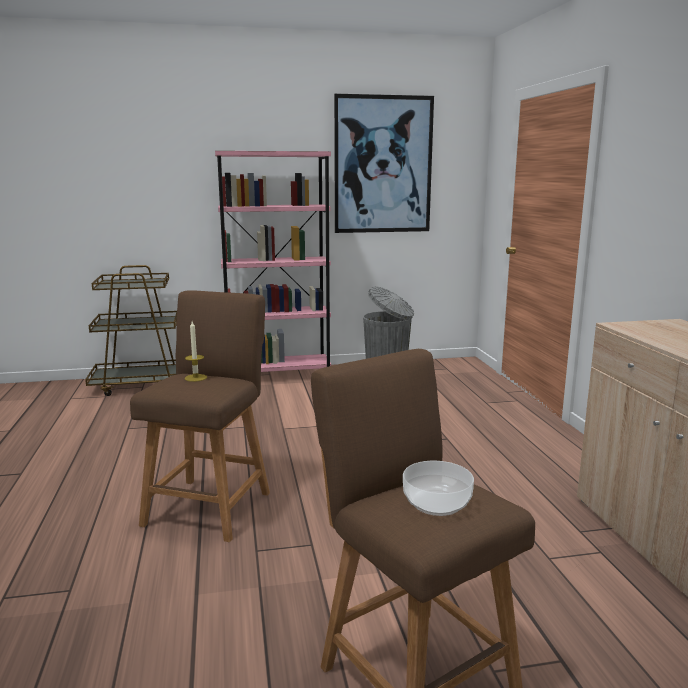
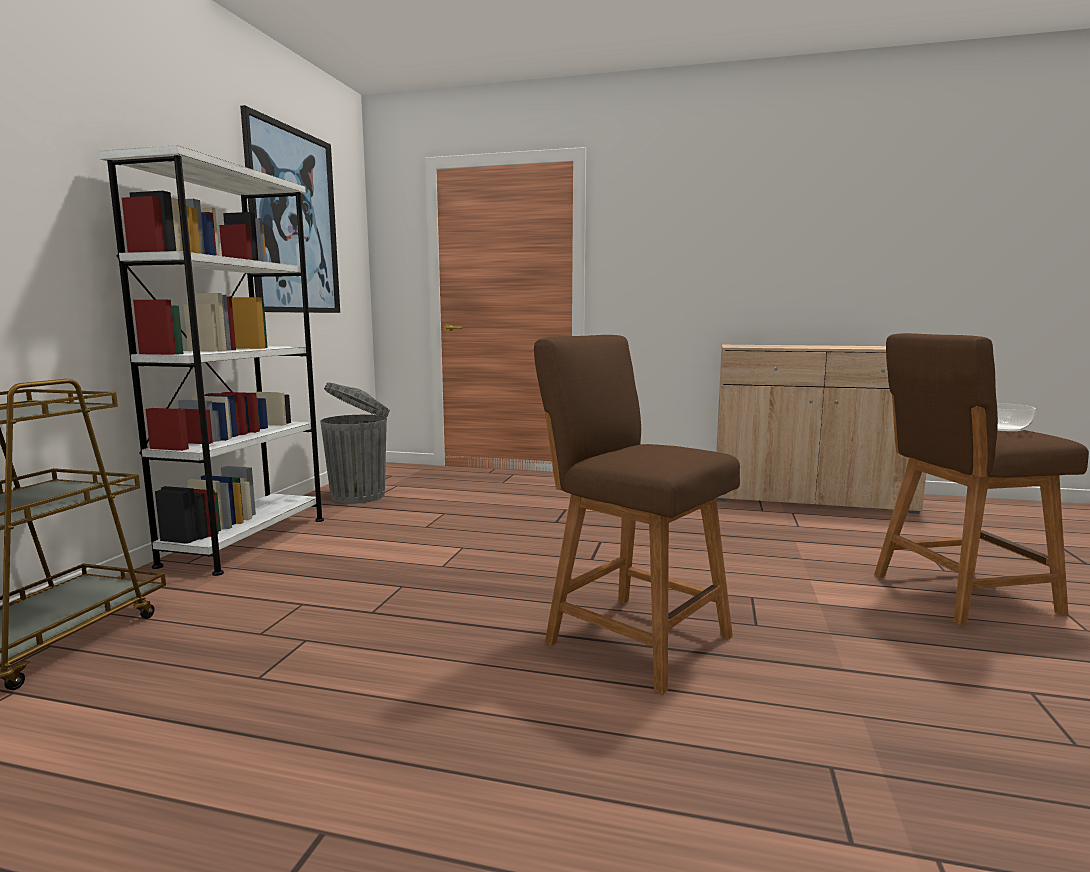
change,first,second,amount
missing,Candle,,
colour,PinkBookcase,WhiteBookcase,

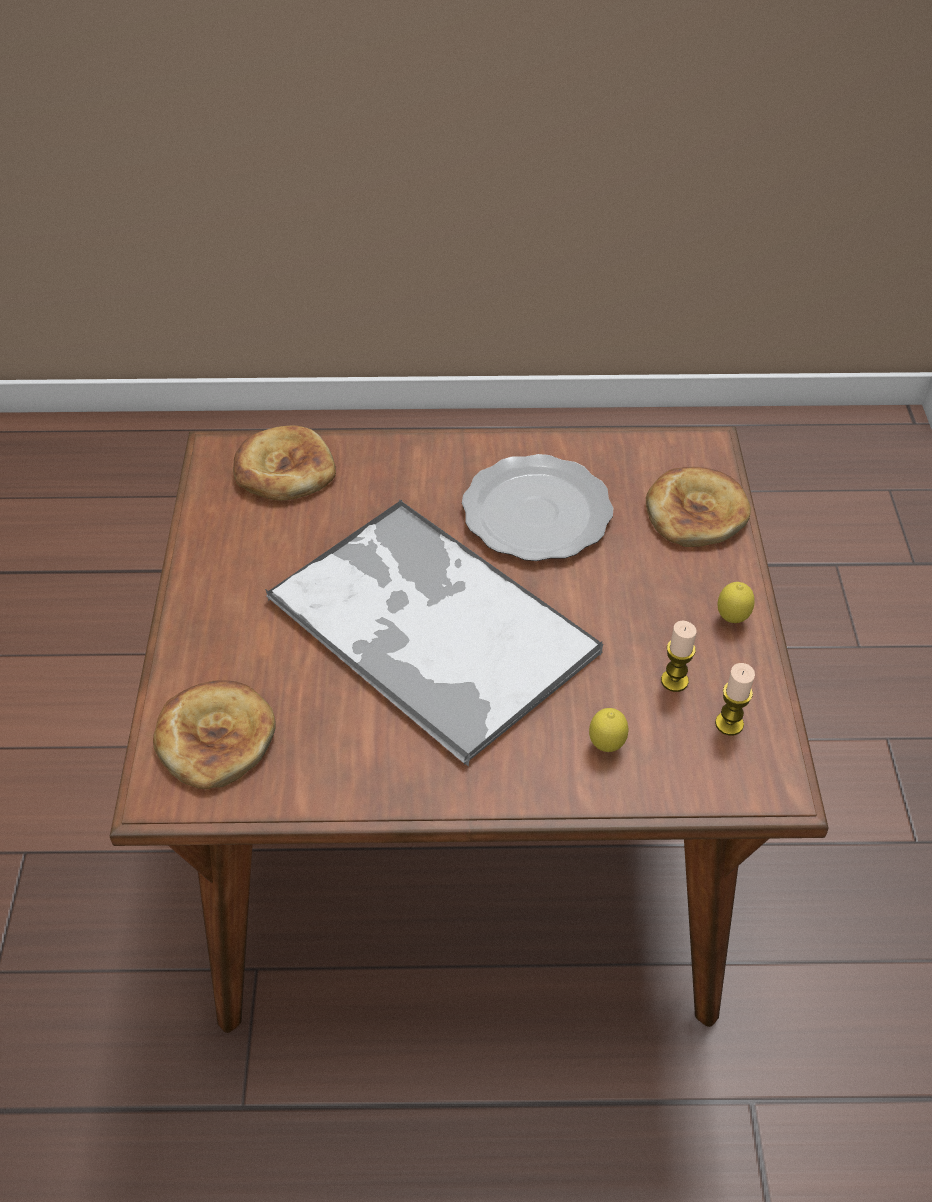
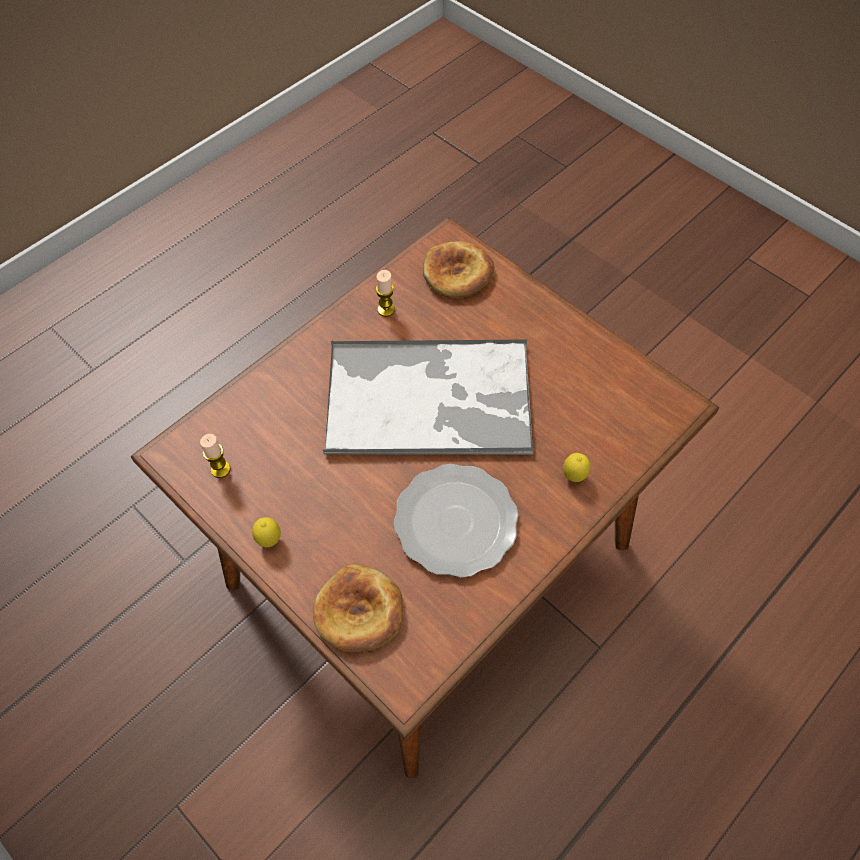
change,first,second,amount
missing,Bread (no. 2 from left),,
relocated,Lemon (no. 1 from left in the first image),Lemon (no. 2 from left),
relocated,Candle (no. 1 from left in the first image),Candle (no. 2 from left),

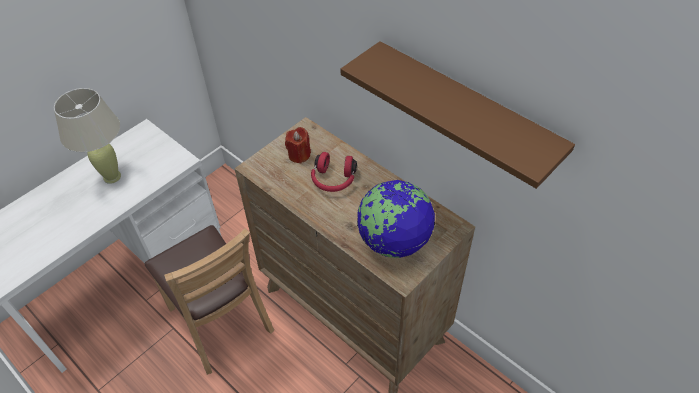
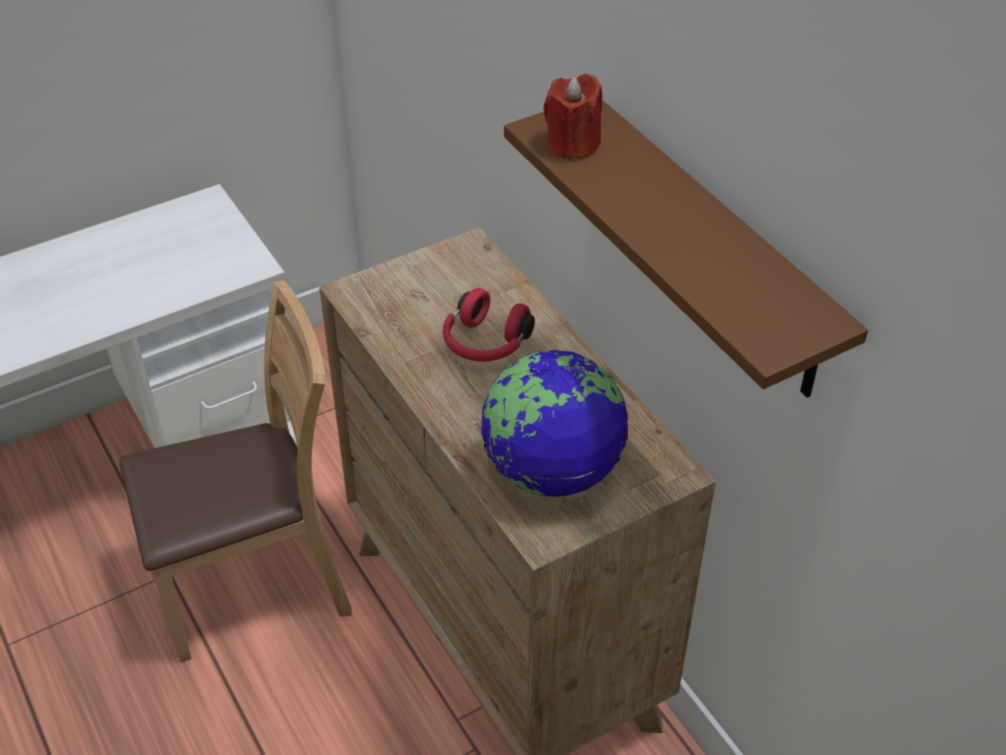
change,first,second,amount
missing,BeigeTableLamp,,
relocated,RedCandle,,
spun,BrownChair,,90 degrees counterclockwise

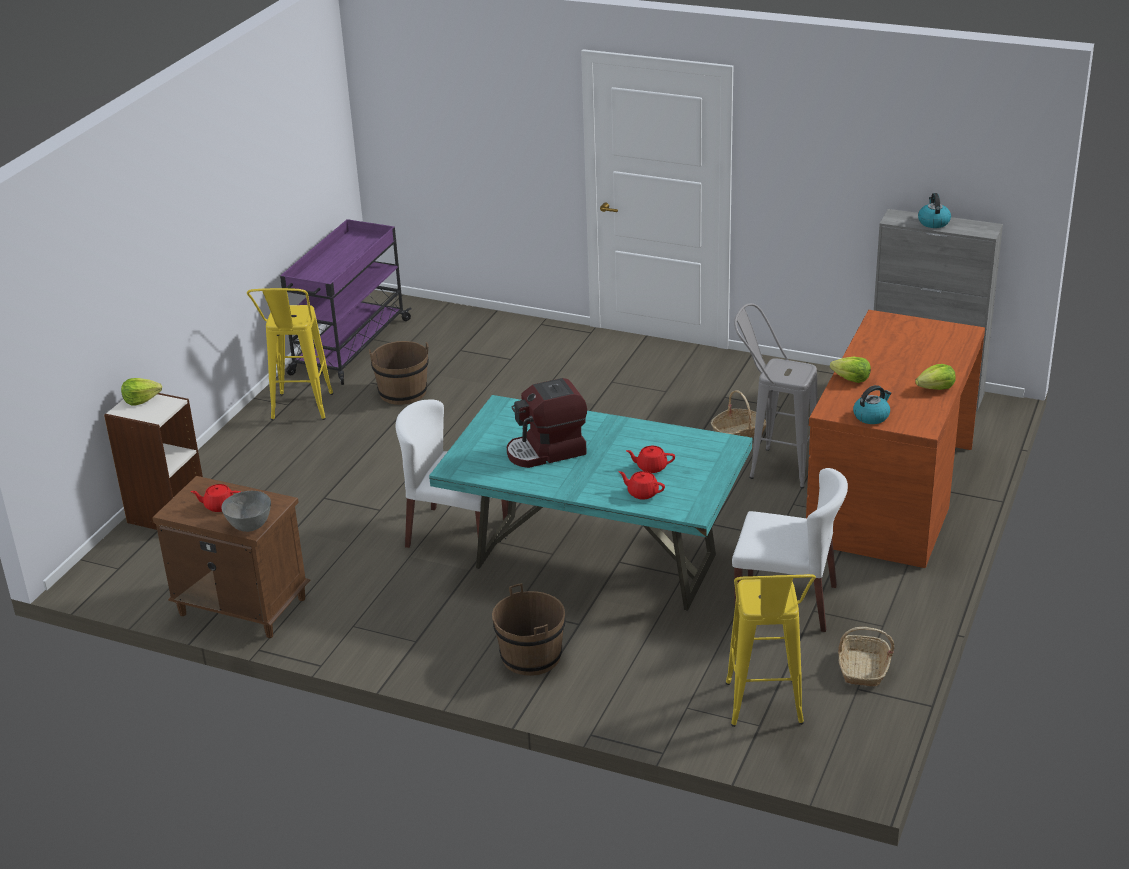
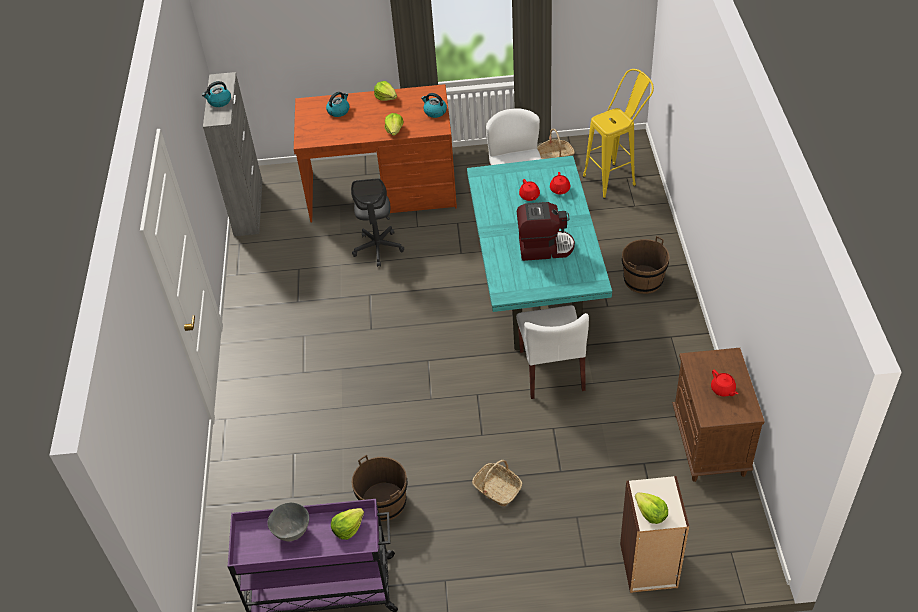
change,first,second,amount
missing,YellowStool (no. 1 from left),,
appeared,,Kettle (no. 2 from left),
appeared,,Lettuce (no. 1 from left),
relocated,GreyBowl,,
relocated,Basket (no. 1 from left),,
exchanged,GreyStool,GreyOfficeChair,
spun,CoffeeMachine,,45 degrees counterclockwise

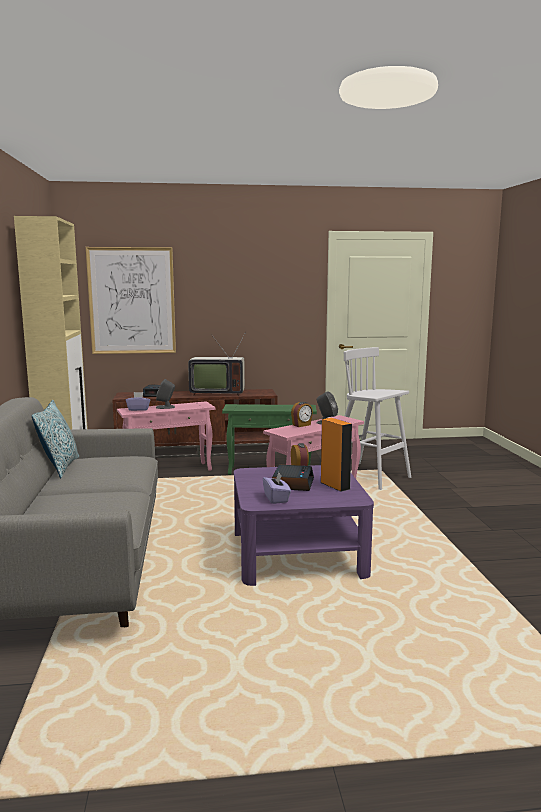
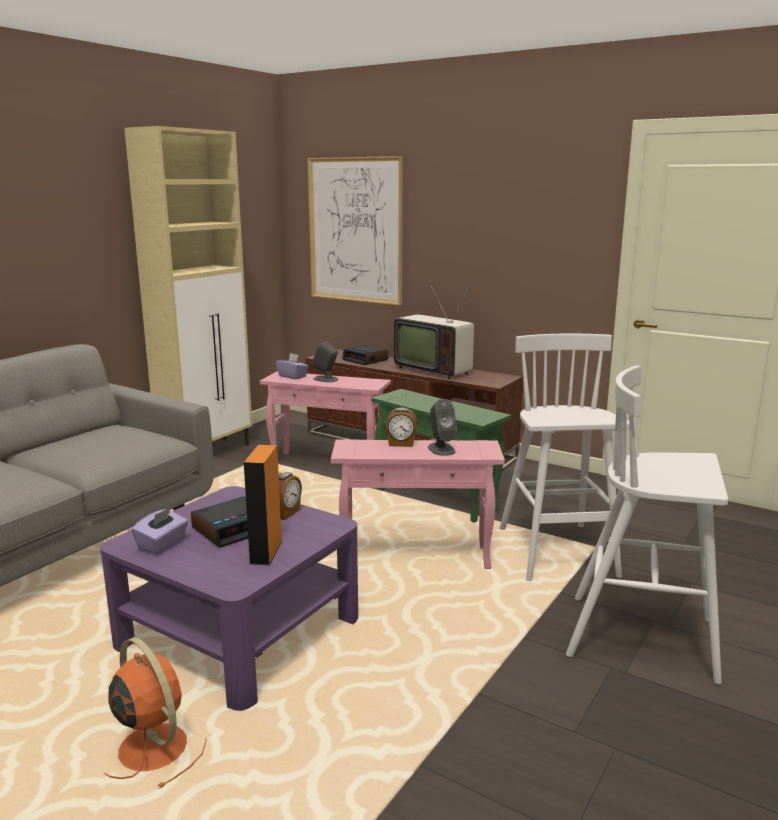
change,first,second,amount
missing,Pillow,,
appeared,,OrangeFan,
appeared,,WhiteStool (no. 2 from left),

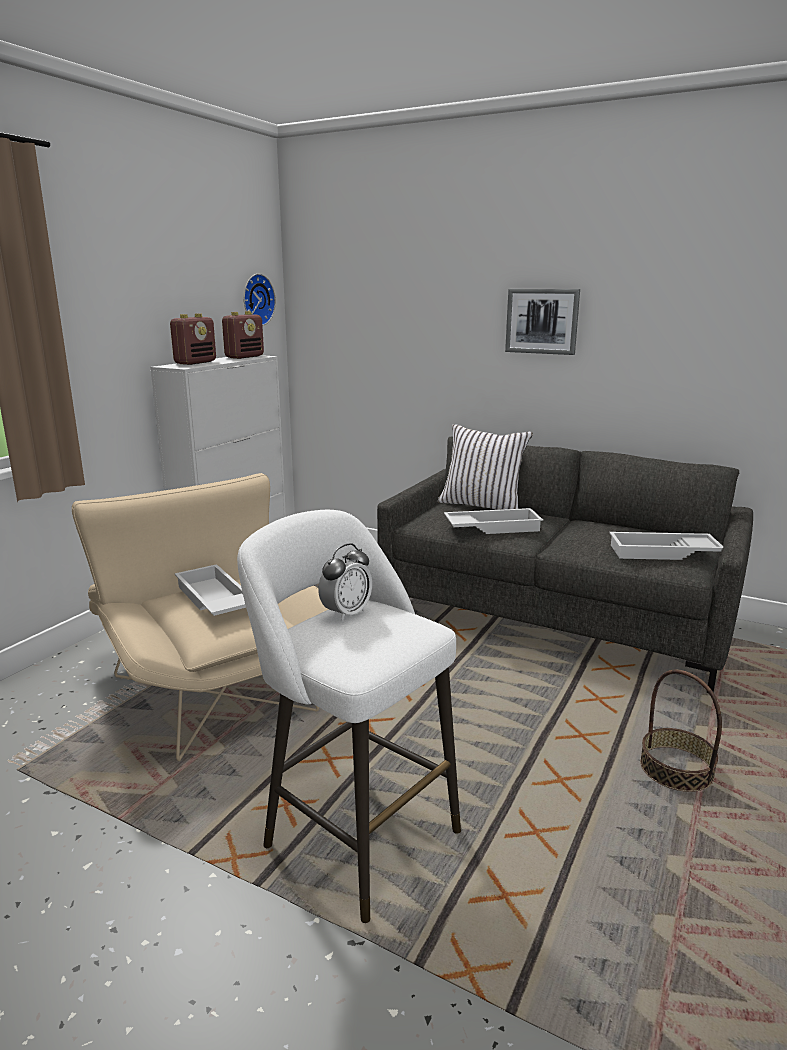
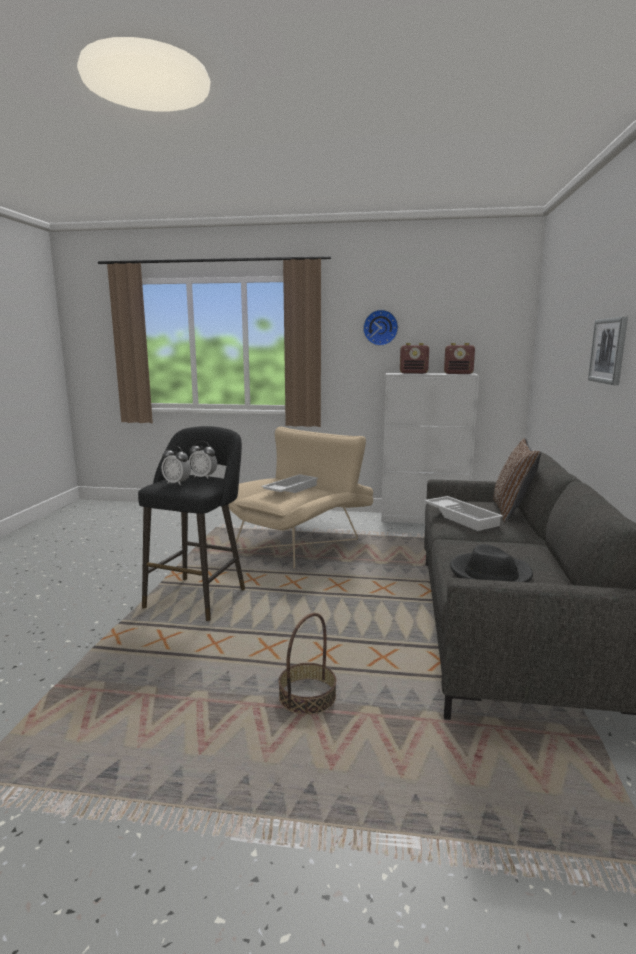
change,first,second,amount
appeared,,AlarmClock (no. 1 from left),
relocated,WallClock,,
exchanged,WhiteTray (no. 3 from left),BlackHat,
colour,WhiteStool,BlackStool,
colour,WhitePillow,BrownPillow,

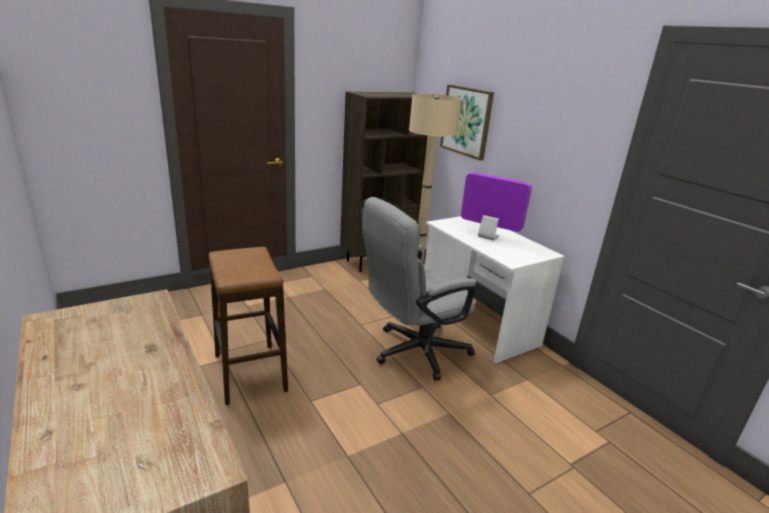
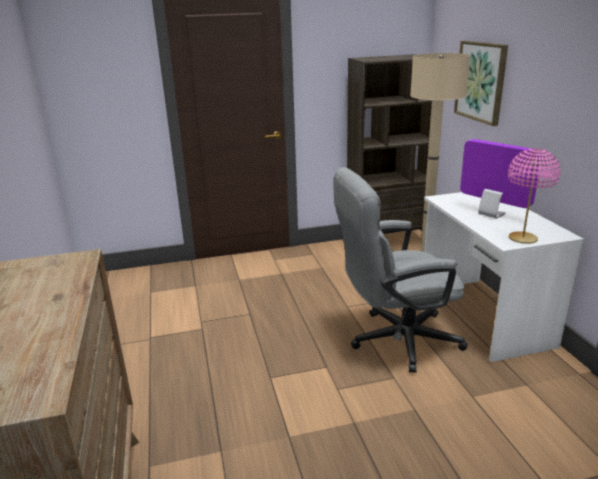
change,first,second,amount
missing,Stool,,
appeared,,PinkTableLamp,

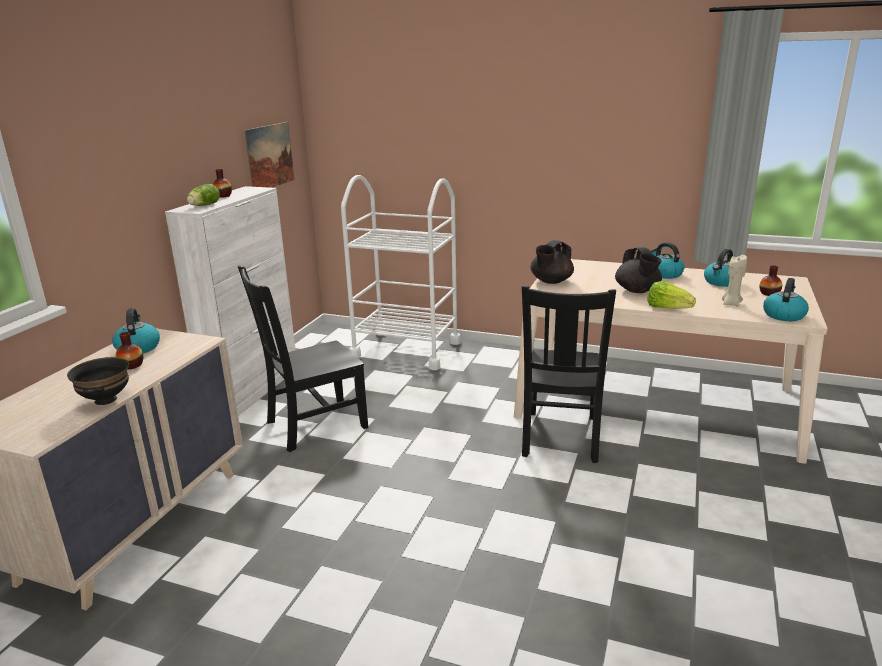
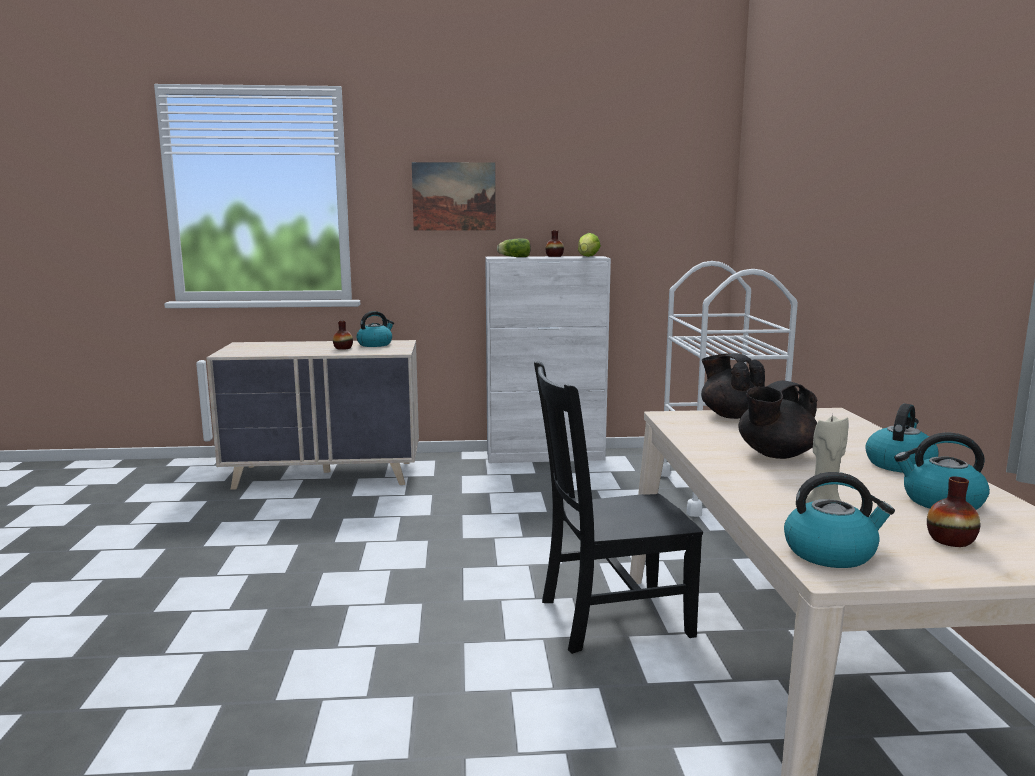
change,first,second,amount
missing,BlackBowl,,
missing,BlackChair (no. 1 from left),,
relocated,Picture,,
relocated,Lettuce (no. 2 from left),,
spun,BlackTeapot (no. 1 from left),,45 degrees clockwise

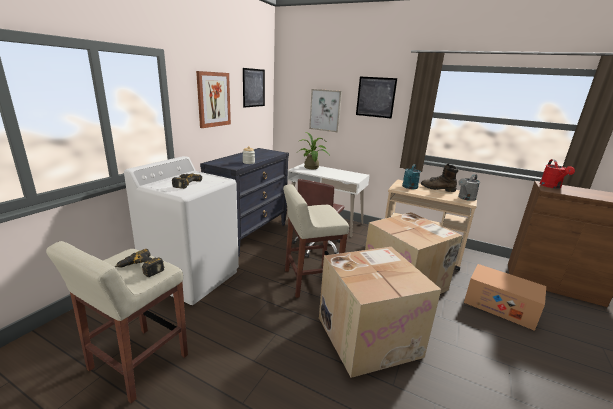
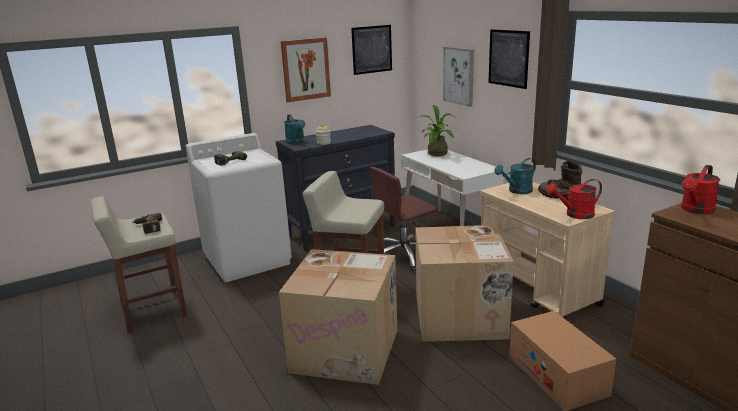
change,first,second,amount
appeared,,TurquoiseWateringCan (no. 1 from left),
colour,GreyWateringCan,RedWateringCan (no. 1 from left),

